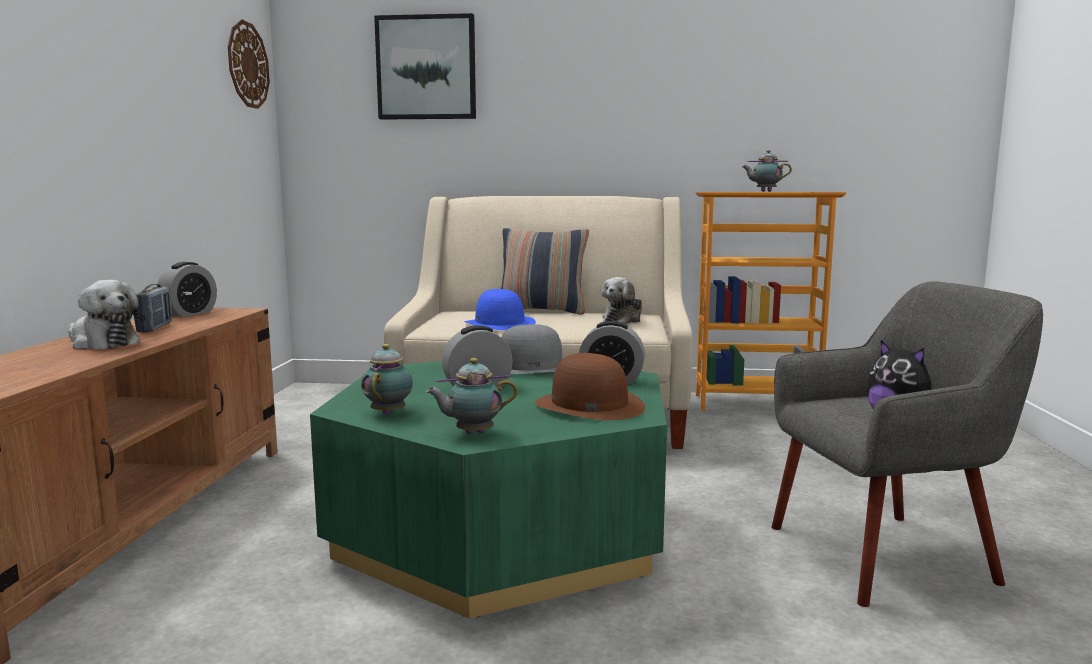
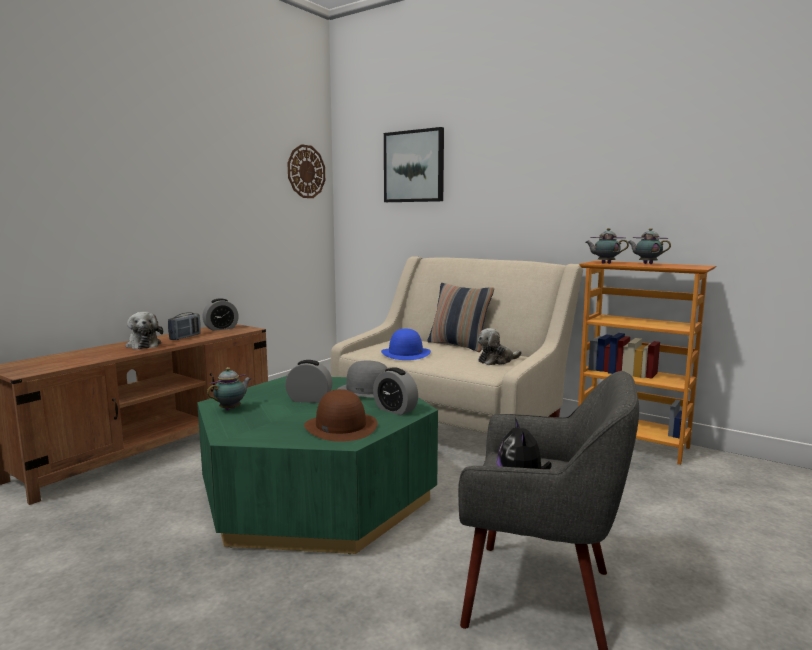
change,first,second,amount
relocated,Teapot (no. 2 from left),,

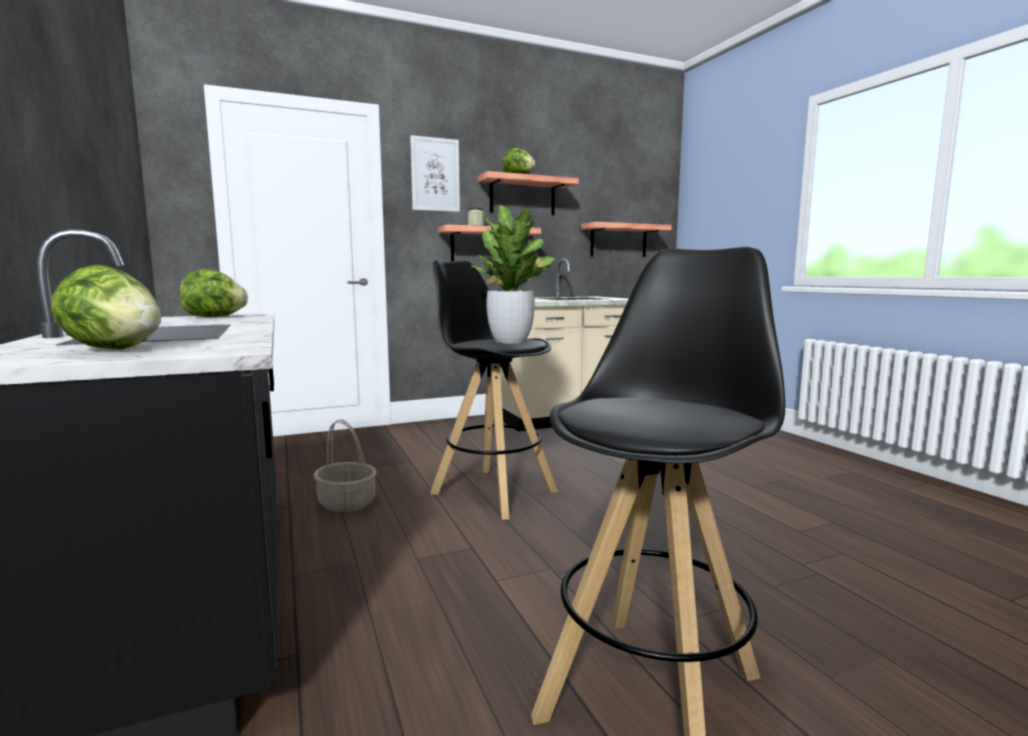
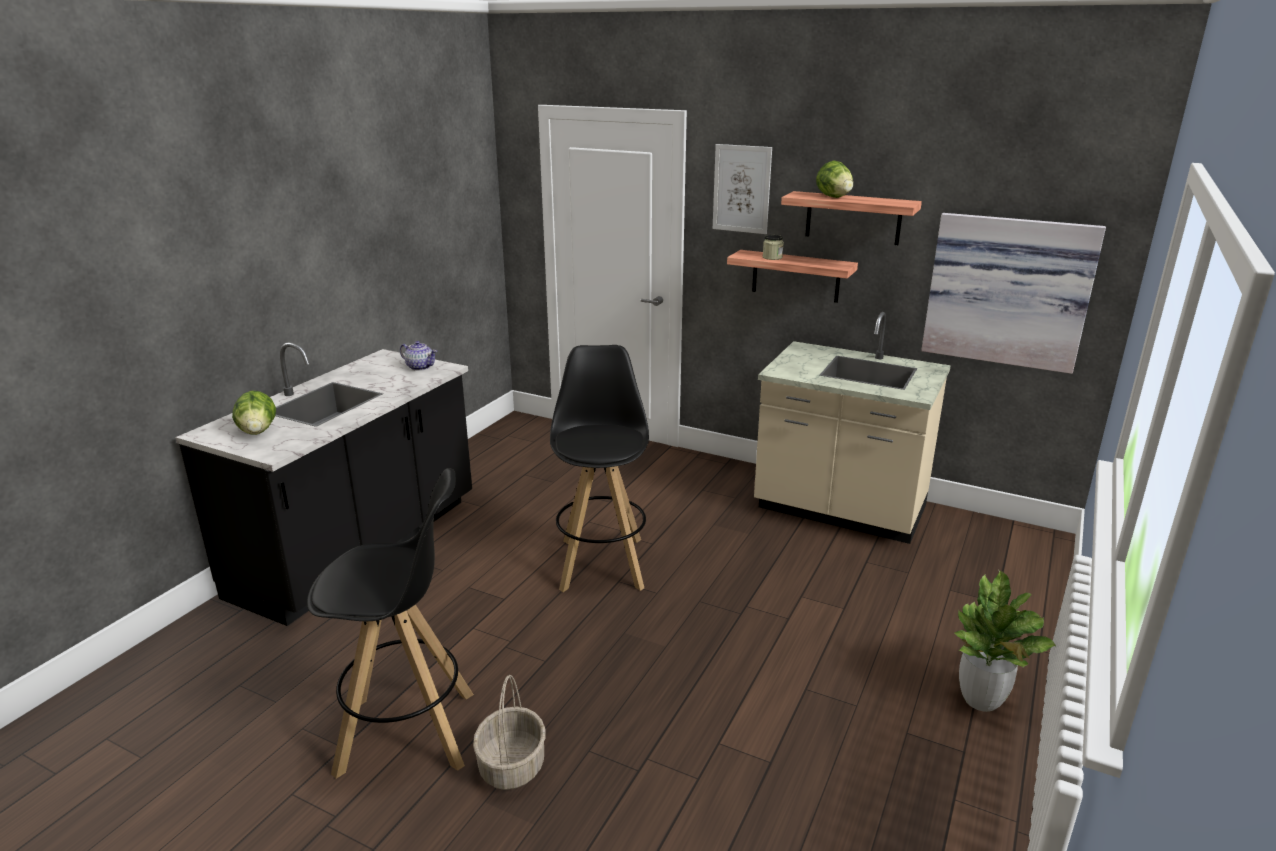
change,first,second,amount
relocated,Basket,,
relocated,PottedPlant,,
exchanged,Lettuce (no. 2 from left),Teapot,
exchanged,Shelf (no. 3 from left),Picture (no. 2 from left),

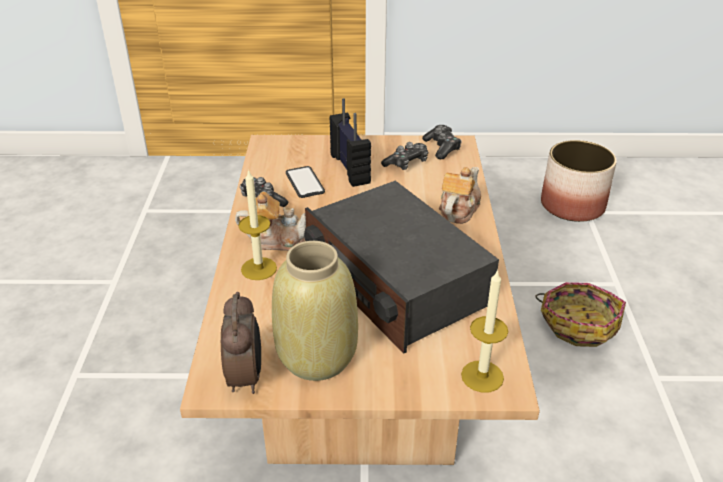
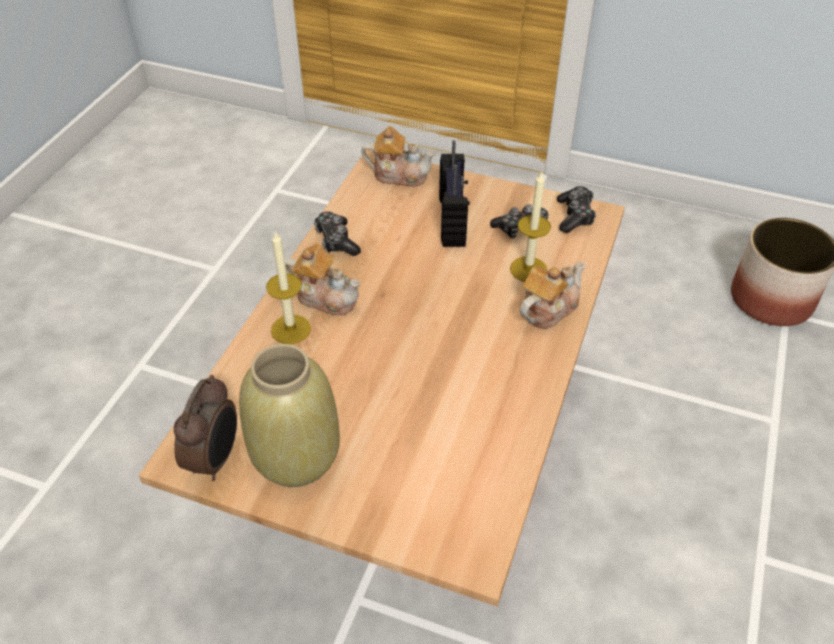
change,first,second,amount
missing,Phone,,
missing,Radio (no. 2 from left),,
missing,Basket,,
appeared,,Teapot (no. 2 from left),
relocated,Candle (no. 2 from left),,

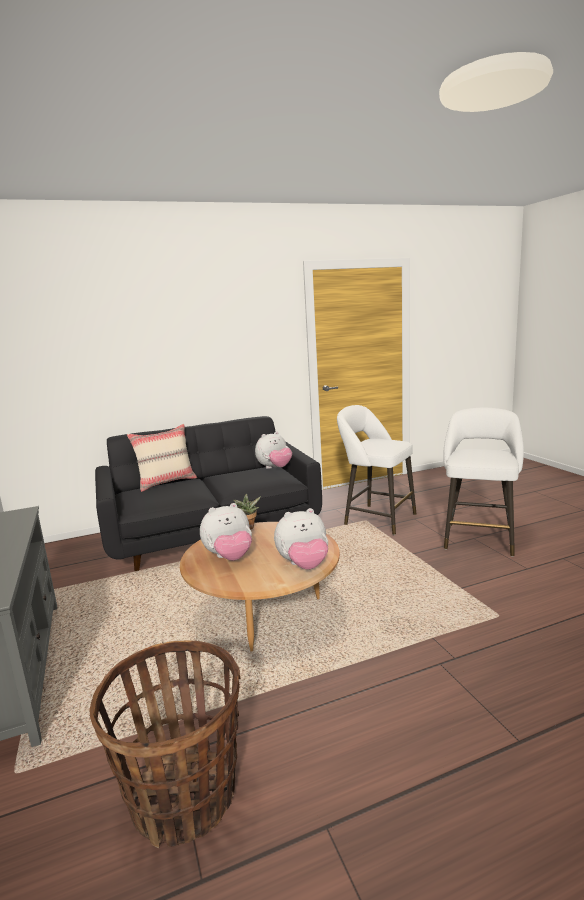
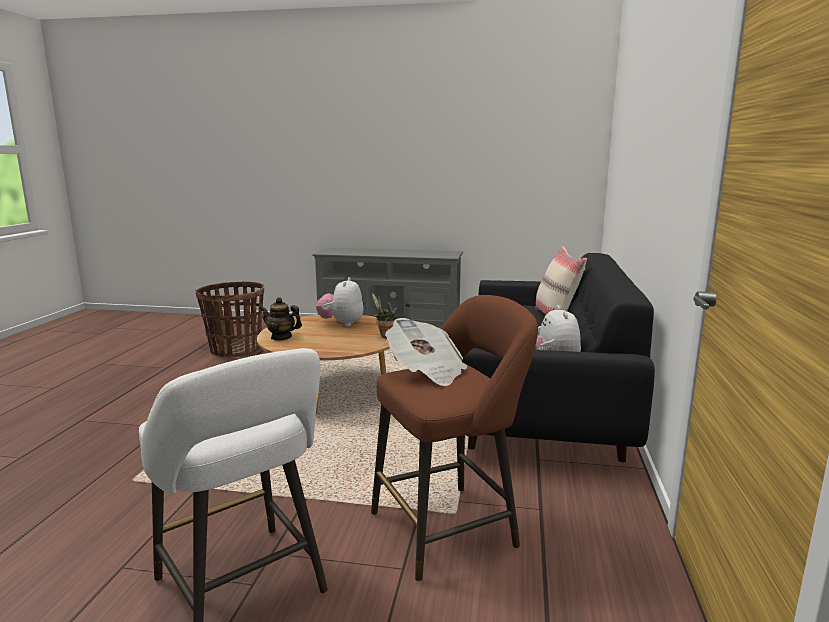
change,first,second,amount
appeared,,Newspaper,
exchanged,PlushToy (no. 3 from left),Teapot,
colour,WhiteStool (no. 1 from left),BrownStool,

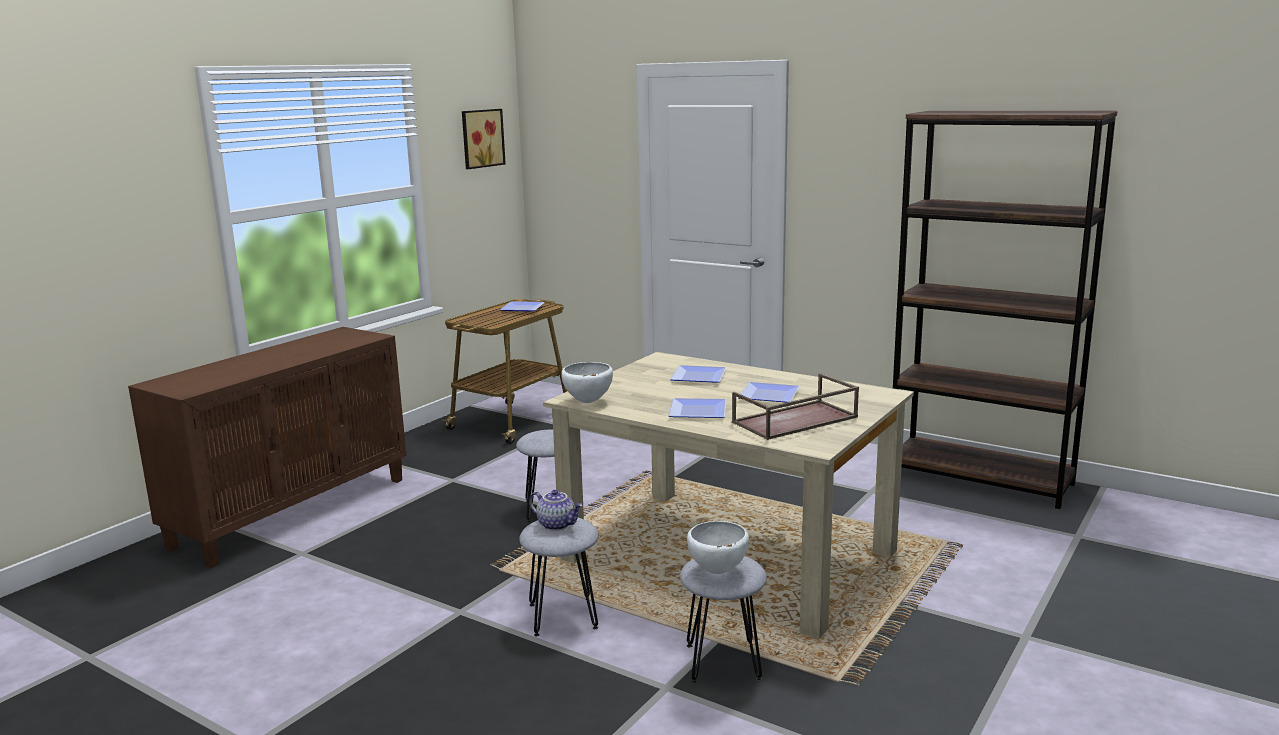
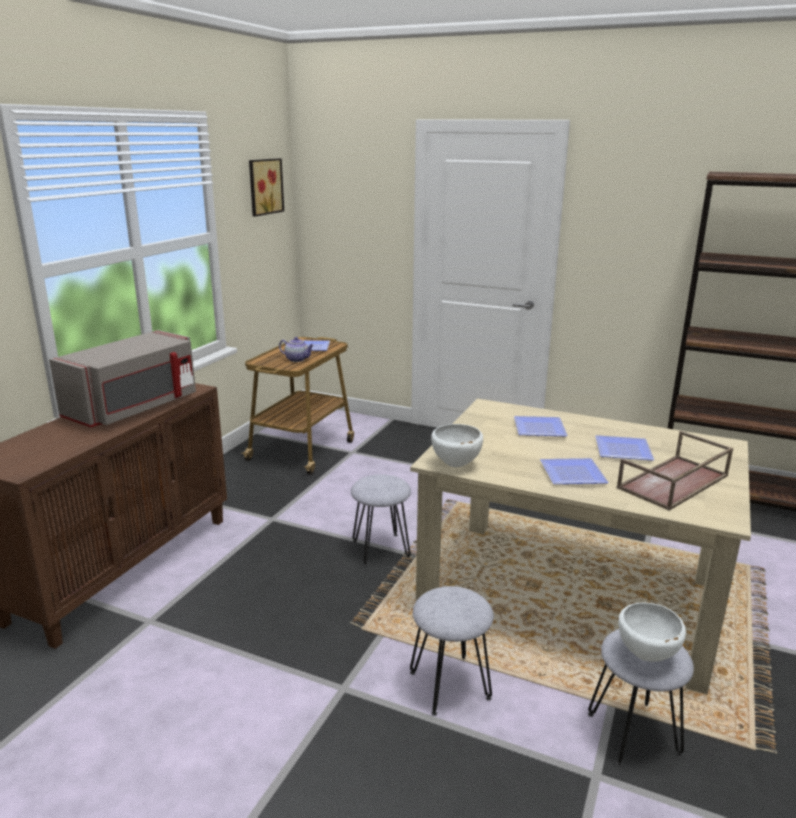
change,first,second,amount
appeared,,GreyMicrowave,
relocated,Teapot,,

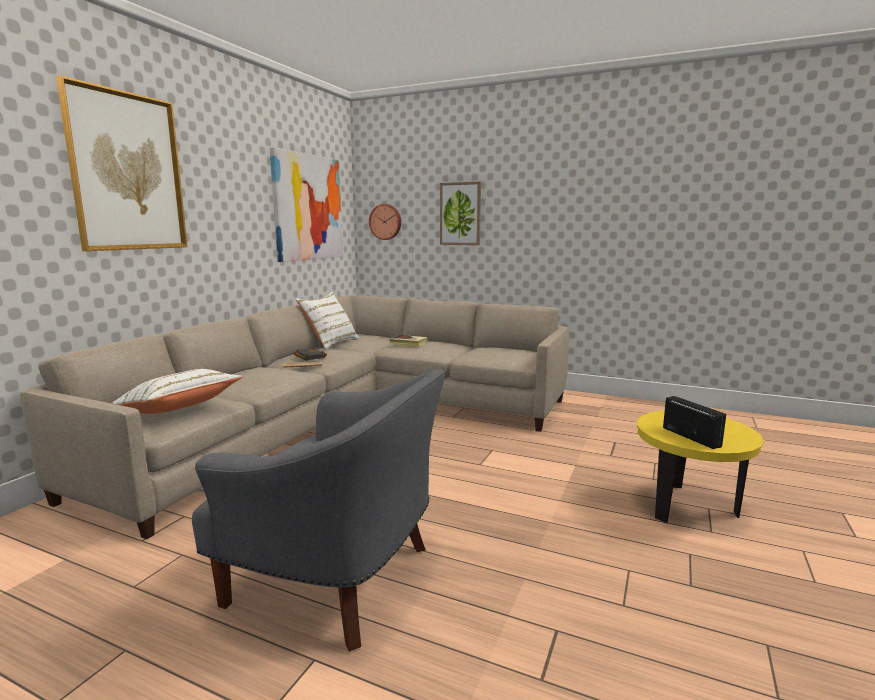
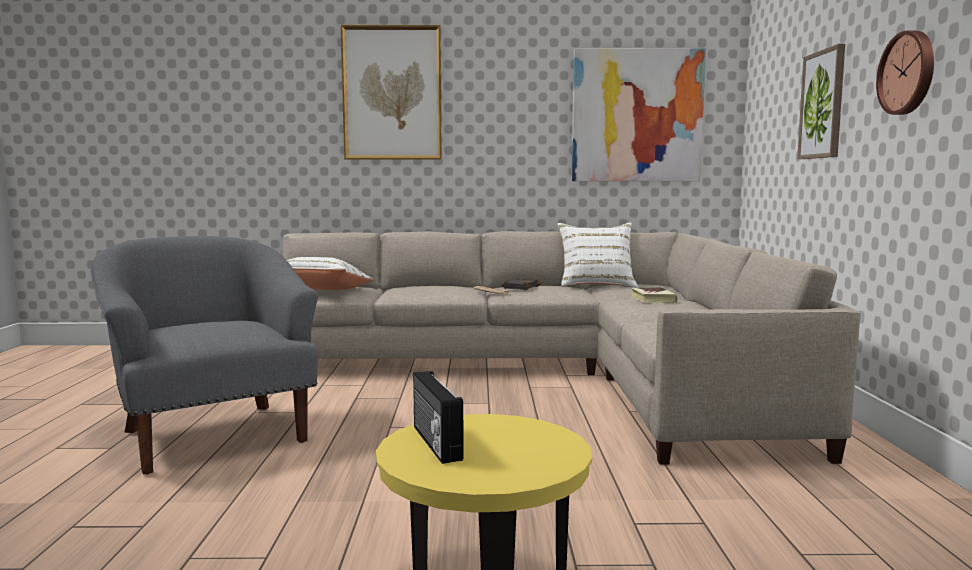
change,first,second,amount
relocated,WallClock,,
spun,GreyArmchair,,150 degrees clockwise
spun,Radio,,120 degrees clockwise

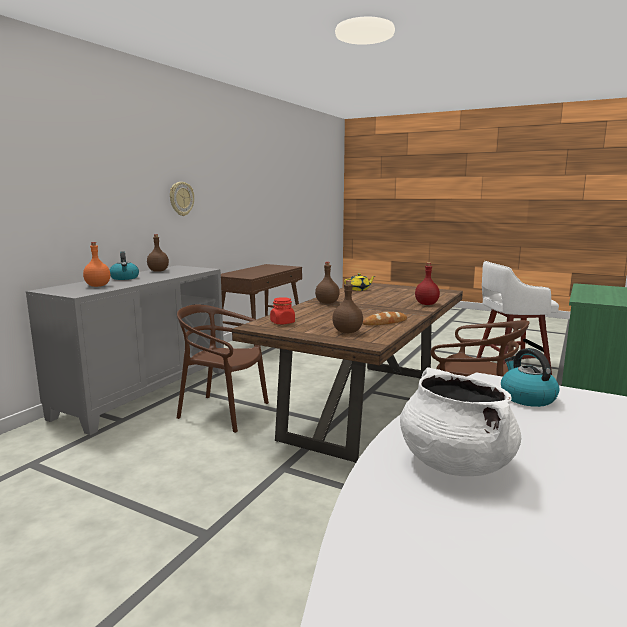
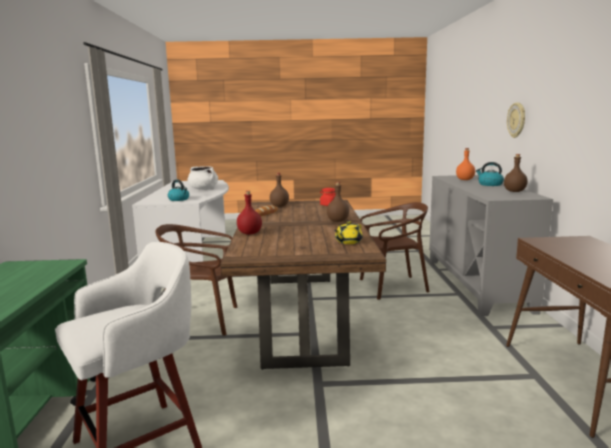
change,first,second,amount
relocated,WallClock,,

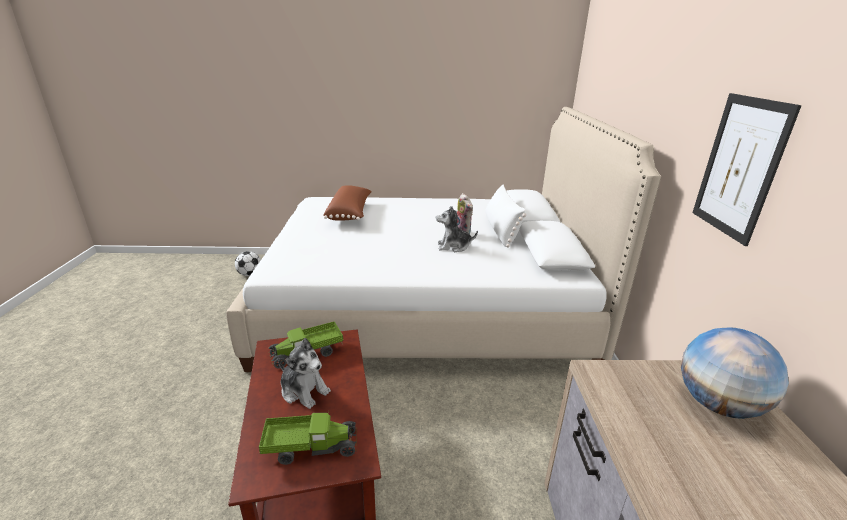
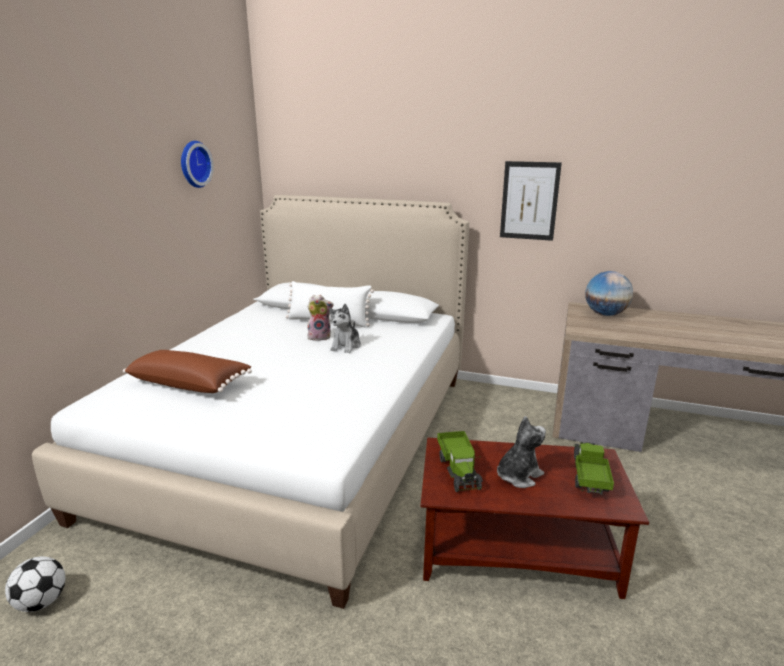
change,first,second,amount
appeared,,WallClock,

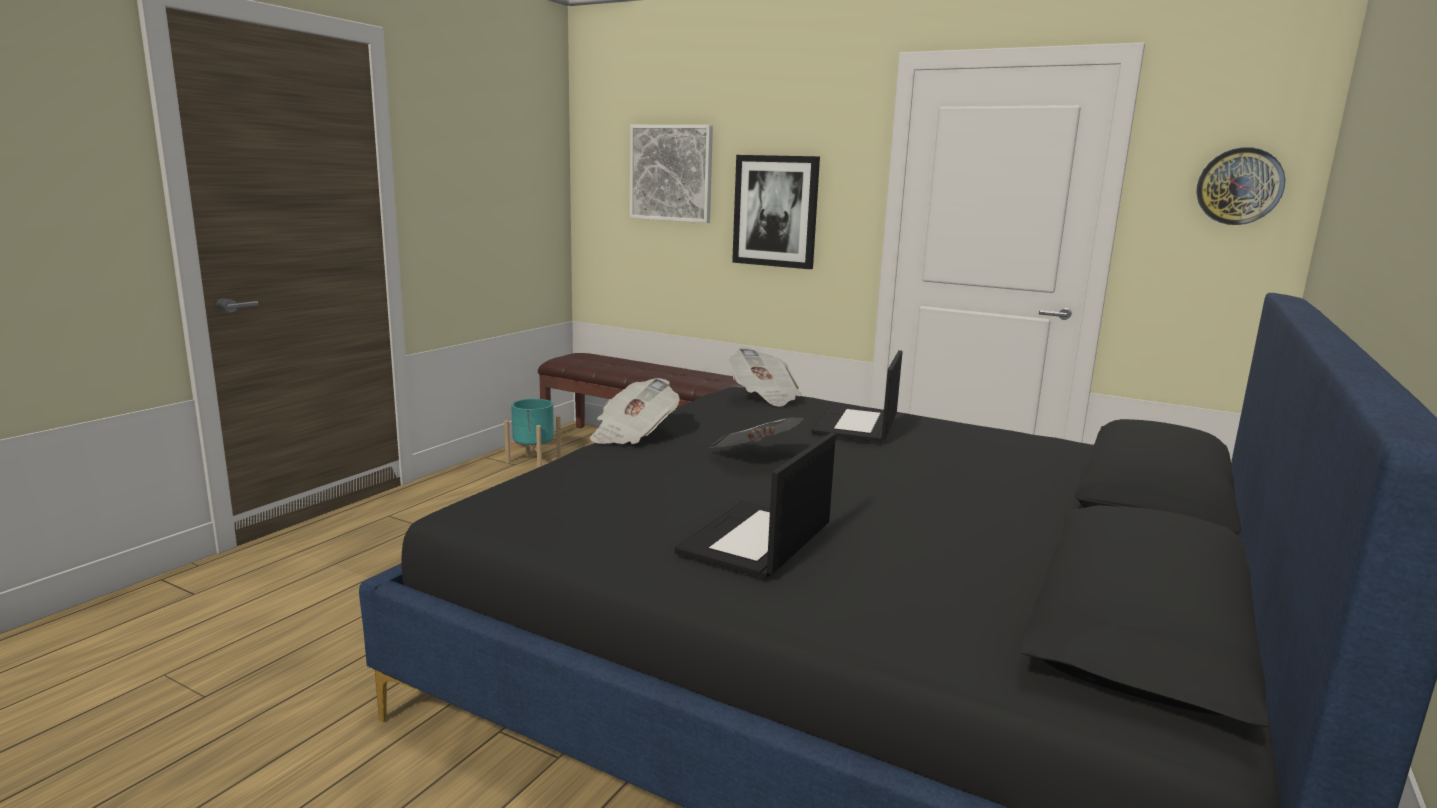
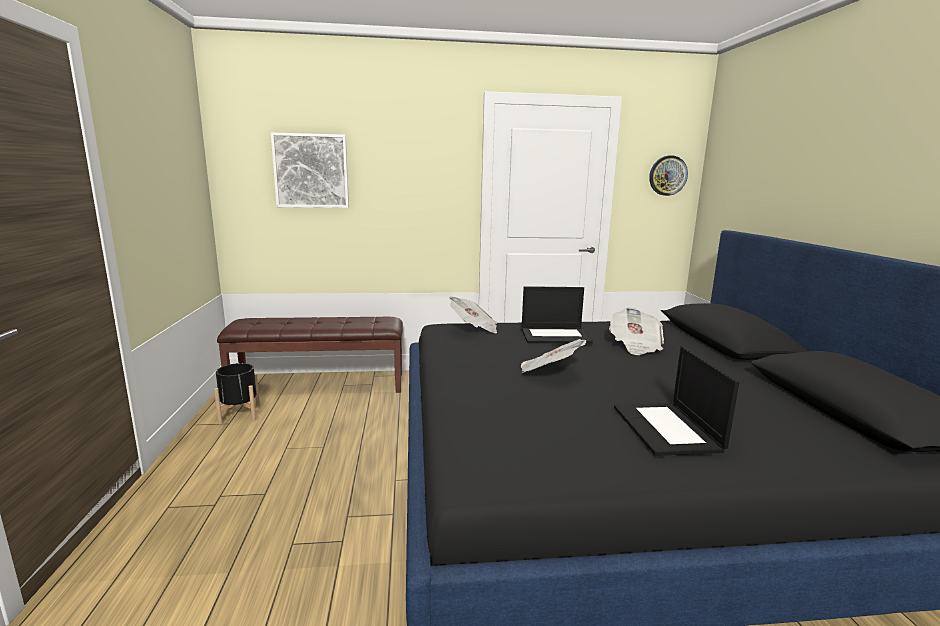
change,first,second,amount
missing,Picture (no. 2 from left),,
relocated,Newspaper (no. 1 from left in the first image),Newspaper (no. 3 from left),
colour,TurquoisePlanter,BlackPlanter,
spun,Laptop (no. 2 from left in the first image),Laptop (no. 1 from left),75 degrees counterclockwise

